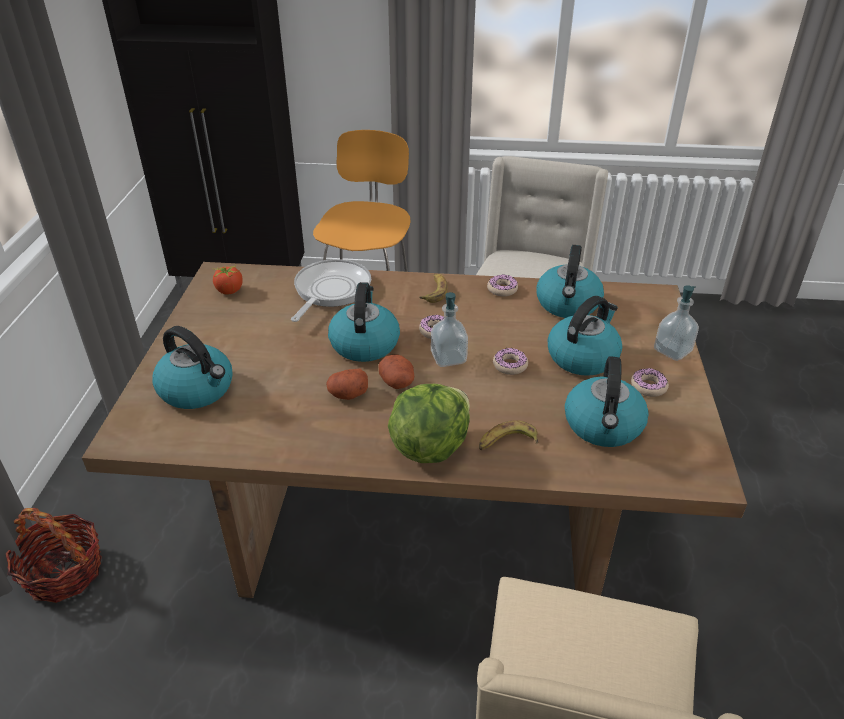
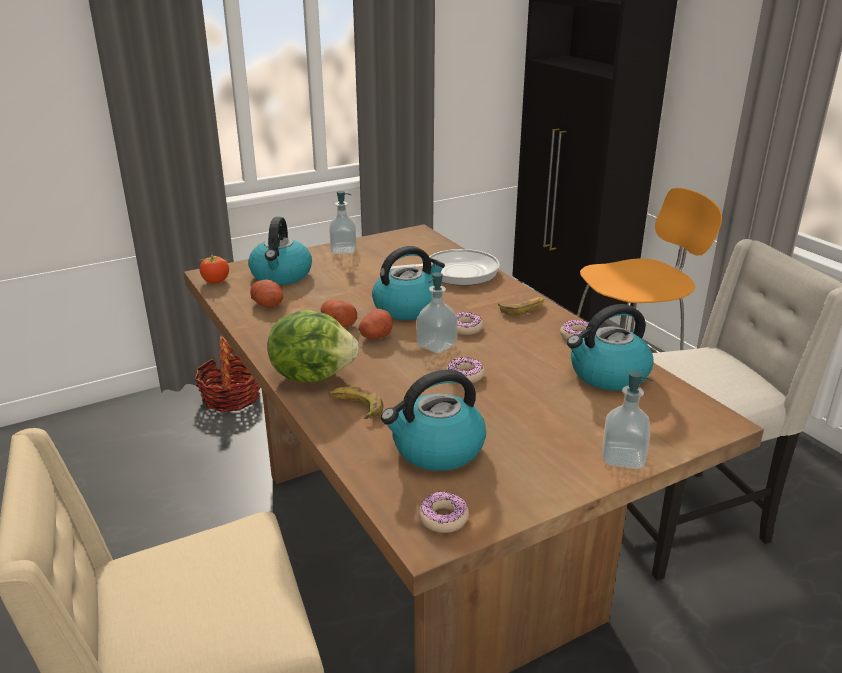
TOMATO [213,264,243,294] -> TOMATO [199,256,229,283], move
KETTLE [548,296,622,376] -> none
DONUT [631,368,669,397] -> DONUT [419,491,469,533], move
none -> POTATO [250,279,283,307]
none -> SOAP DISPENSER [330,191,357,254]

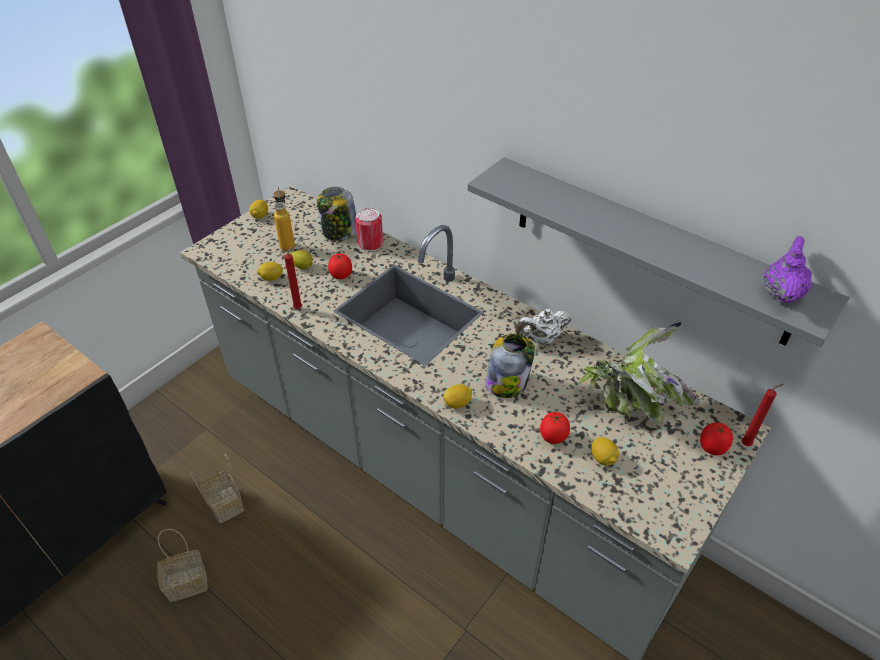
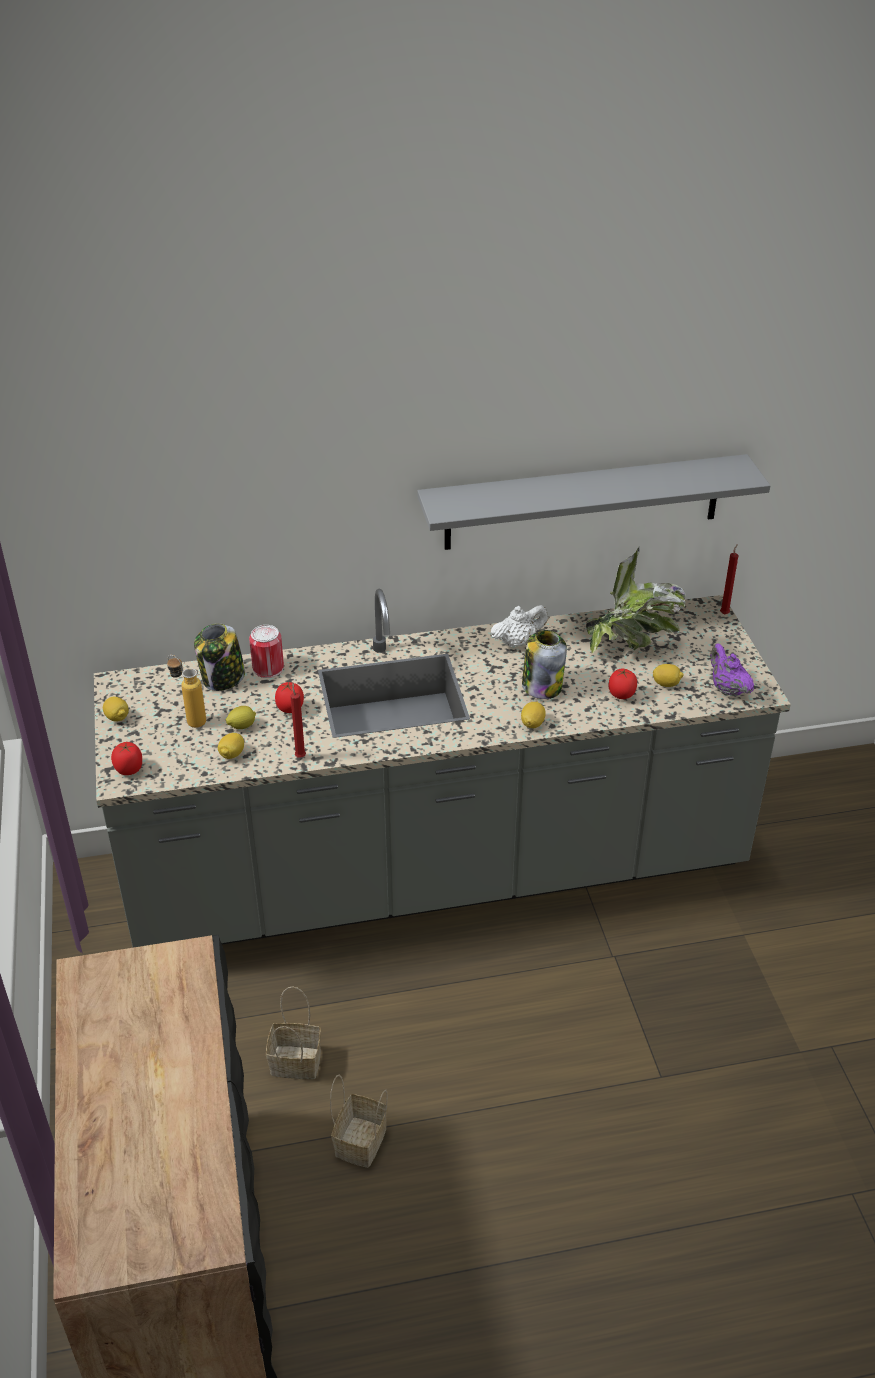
WHITE TEAPOT [515,309,571,345] -> WHITE TEAPOT [491,605,548,648], 135 degrees counterclockwise
TOMATO [700,423,733,455] -> TOMATO [111,742,142,775], move
PURPLE TEAPOT [763,236,812,303] -> PURPLE TEAPOT [710,643,754,697], move

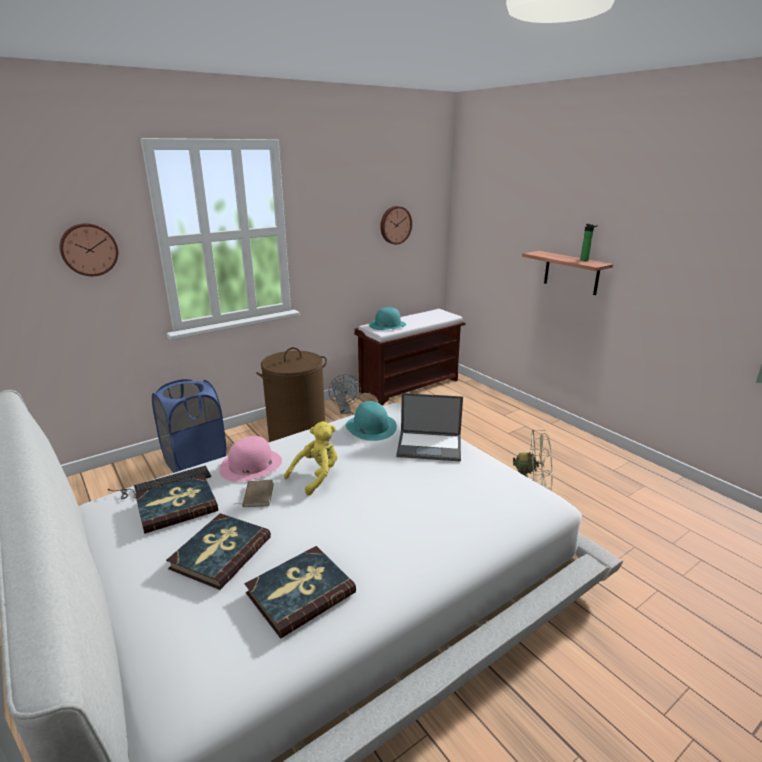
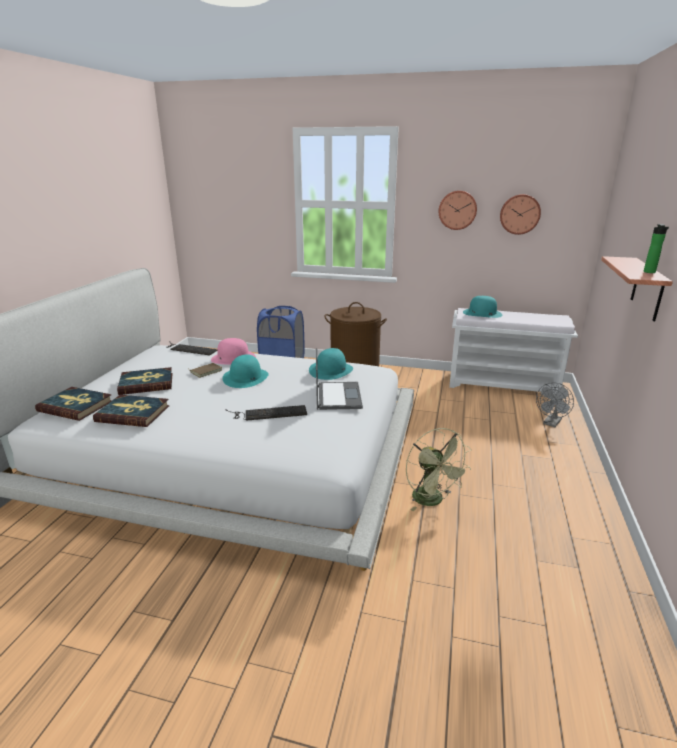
WALL CLOCK [60,223,118,276] -> WALL CLOCK [439,190,477,230], move
BOOK [135,475,218,534] -> BOOK [35,387,112,421], move
YELLOW PLUSH TOY [284,421,337,496] -> TURQUOISE HAT [222,354,269,388]
GREY FAN [329,374,361,414] -> GREY FAN [536,383,574,427], move
BROWN BENCH [354,309,466,405] -> WHITE BENCH [449,308,578,396]
LAPTOP [396,393,463,462] -> LAPTOP [316,348,363,410], 150 degrees counterclockwise
none -> KEYBOARD [226,405,307,421]

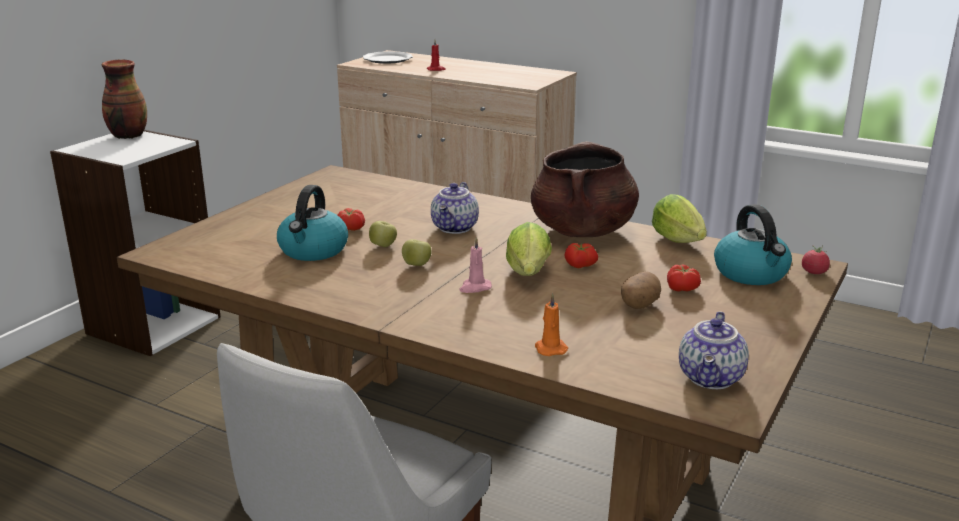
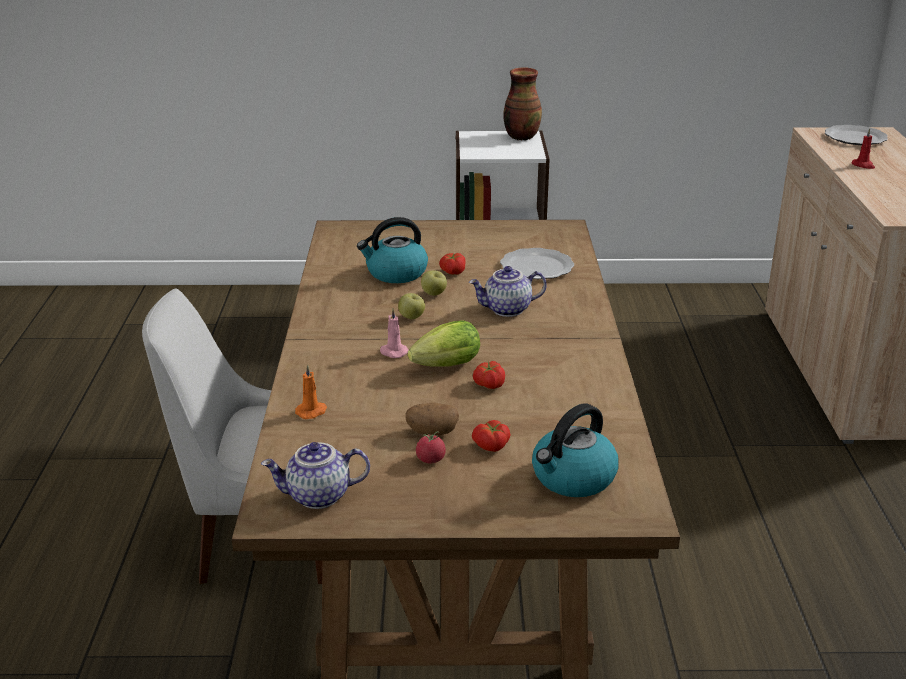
BROWN COOKING POT [531,141,639,237] -> none
LETTUCE [652,194,707,243] -> none
TOMATO [802,246,830,274] -> TOMATO [416,431,446,463], move
none -> PLATE [500,248,574,279]

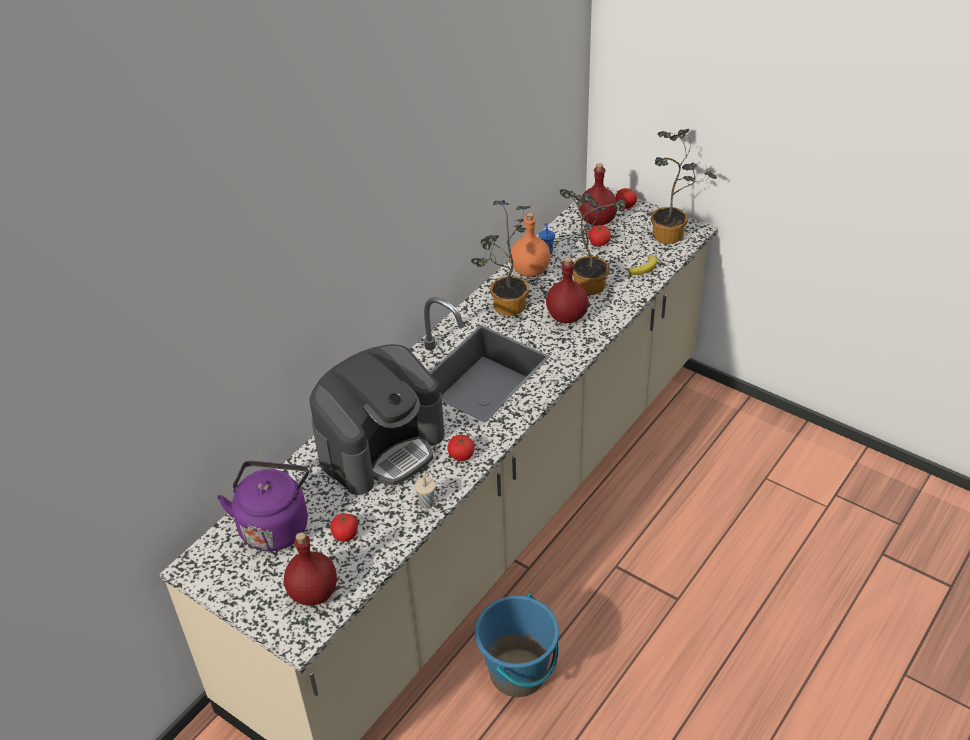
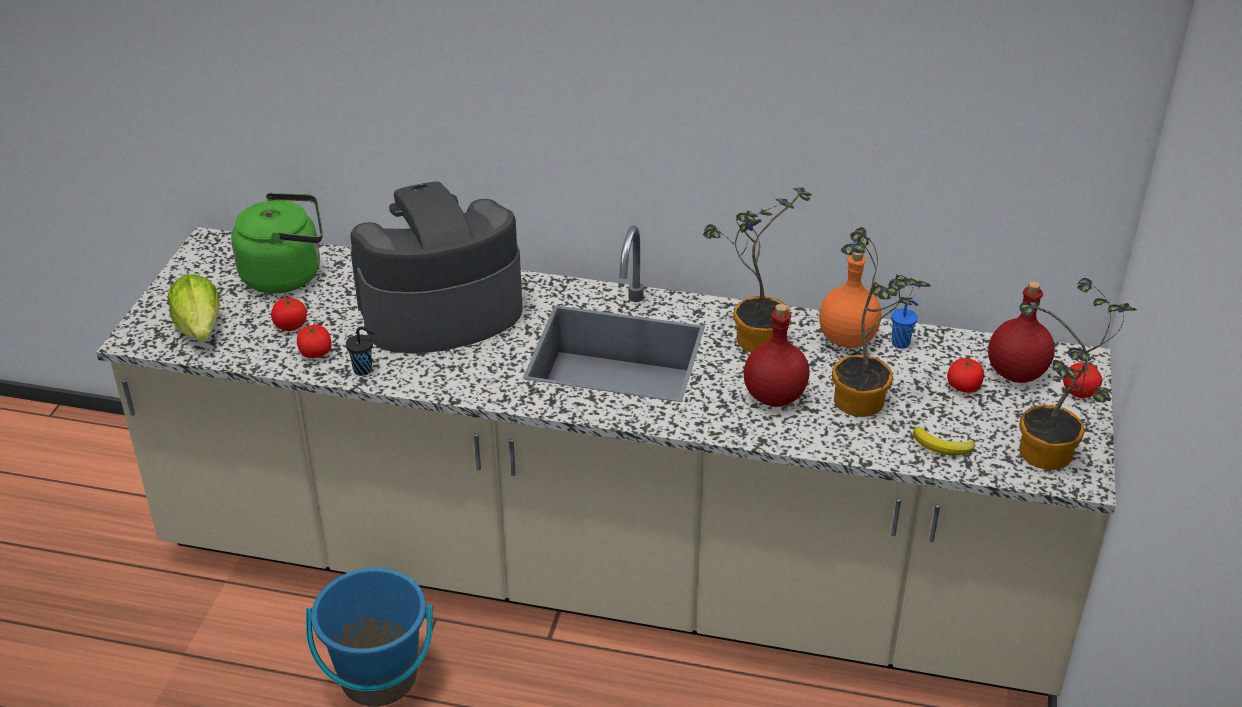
PURPLE KETTLE [217,461,309,552] -> GREEN KETTLE [231,193,323,294]
RED BOTTLE [284,532,337,606] -> LETTUCE [168,274,220,342]
COFFEE MACHINE [309,344,445,495] -> COFFEE MACHINE [350,182,523,353], 135 degrees clockwise
BEIGE CUP [415,471,436,509] -> BLACK CUP [346,326,375,376]
TOMATO [447,435,475,461] -> TOMATO [297,325,332,358], move

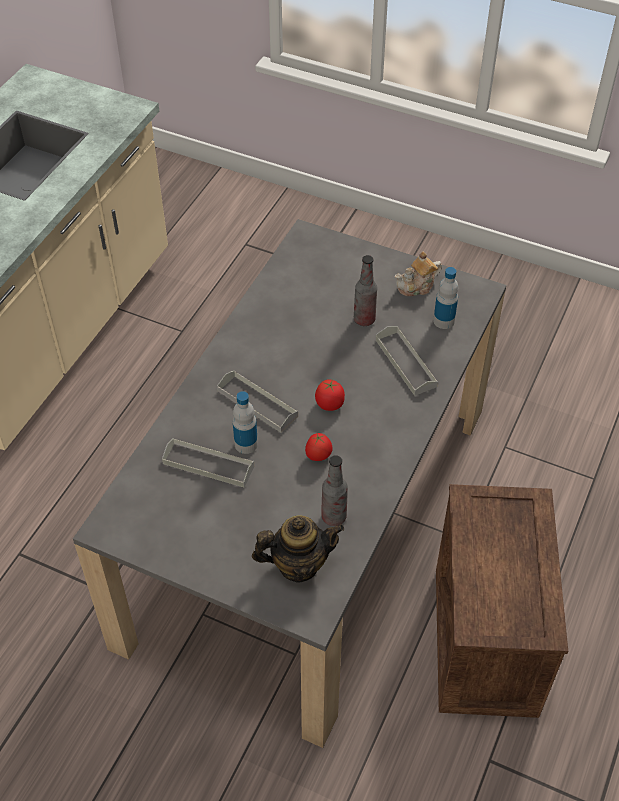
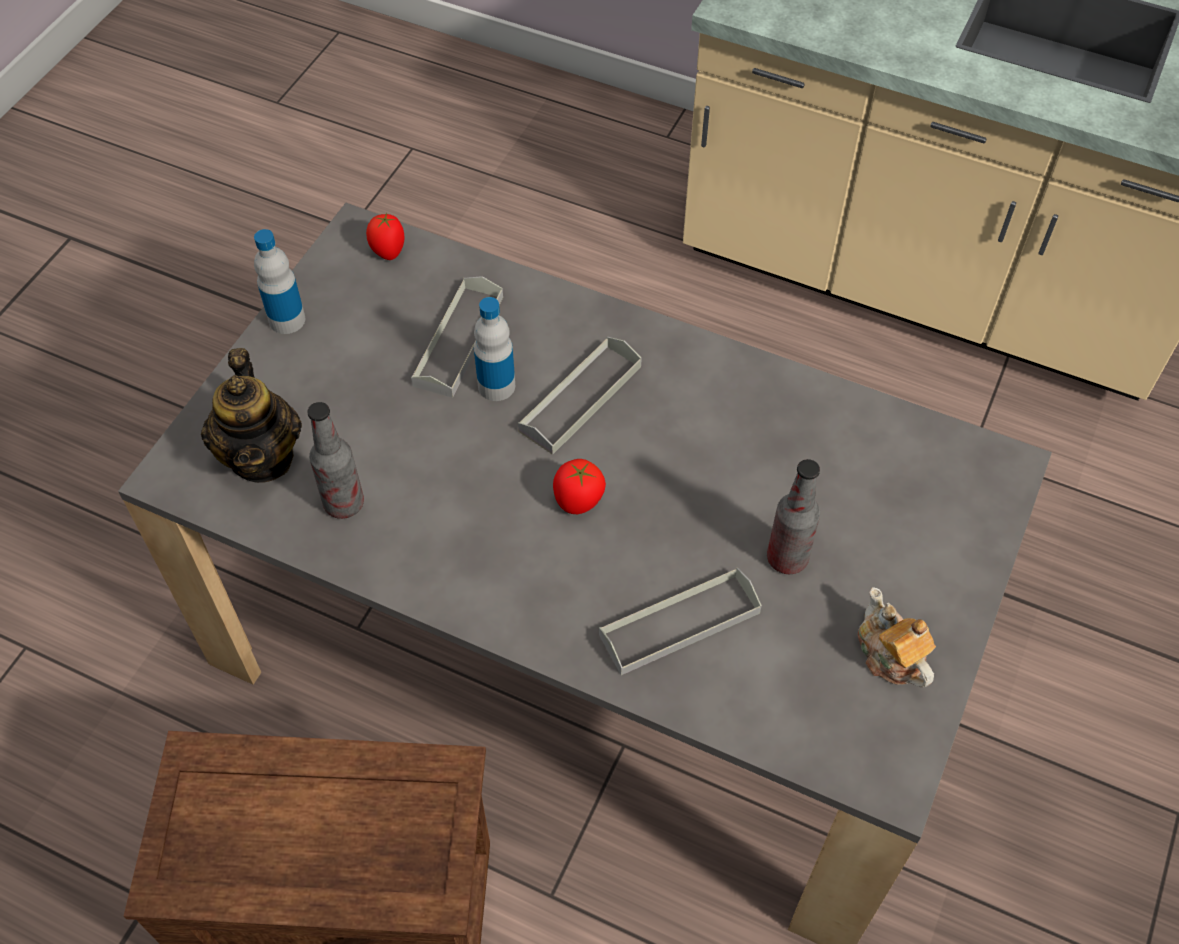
TOMATO [305,433,332,461] -> TOMATO [366,213,405,260], move
BOTTLE [433,267,459,329] -> BOTTLE [254,229,305,334], move

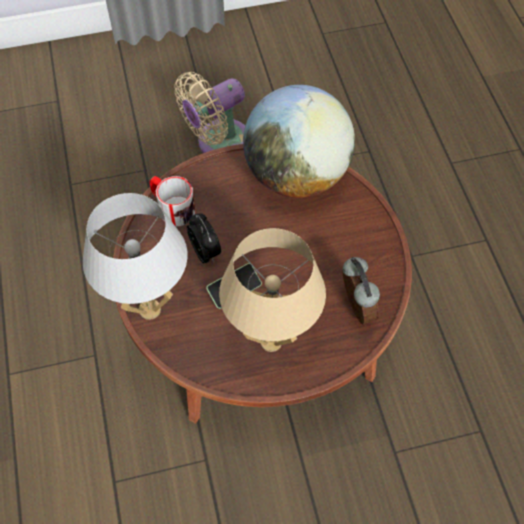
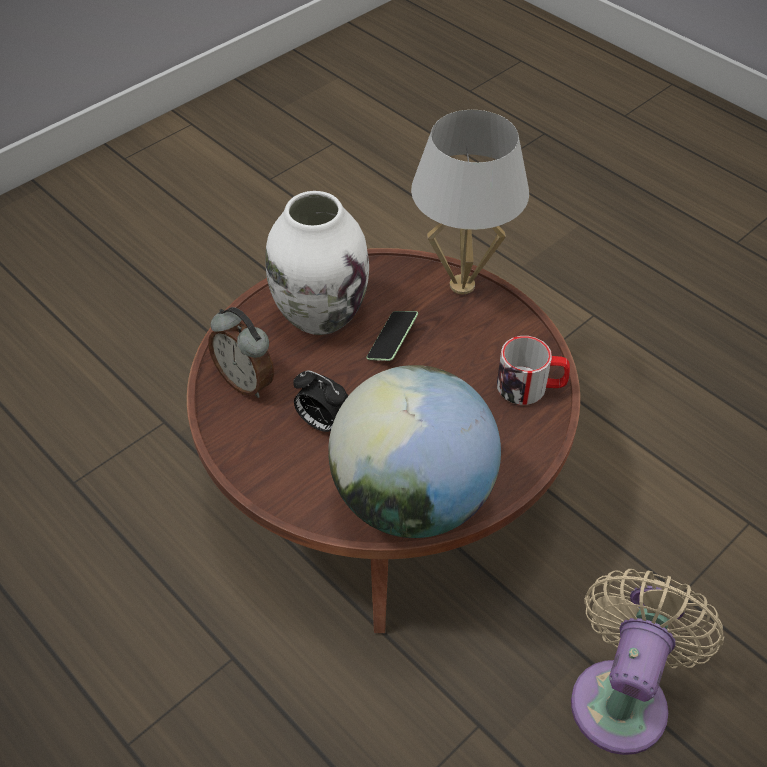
ALARM CLOCK [187,214,221,264] -> ALARM CLOCK [293,370,348,432], move
BEIGE TABLE LAMP [219,228,326,352] -> WHITE VASE [265,191,369,335]

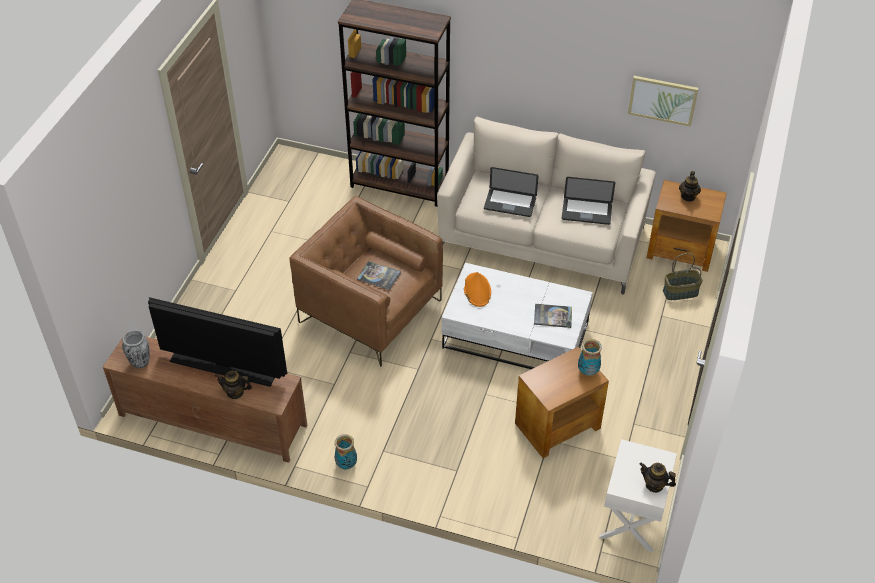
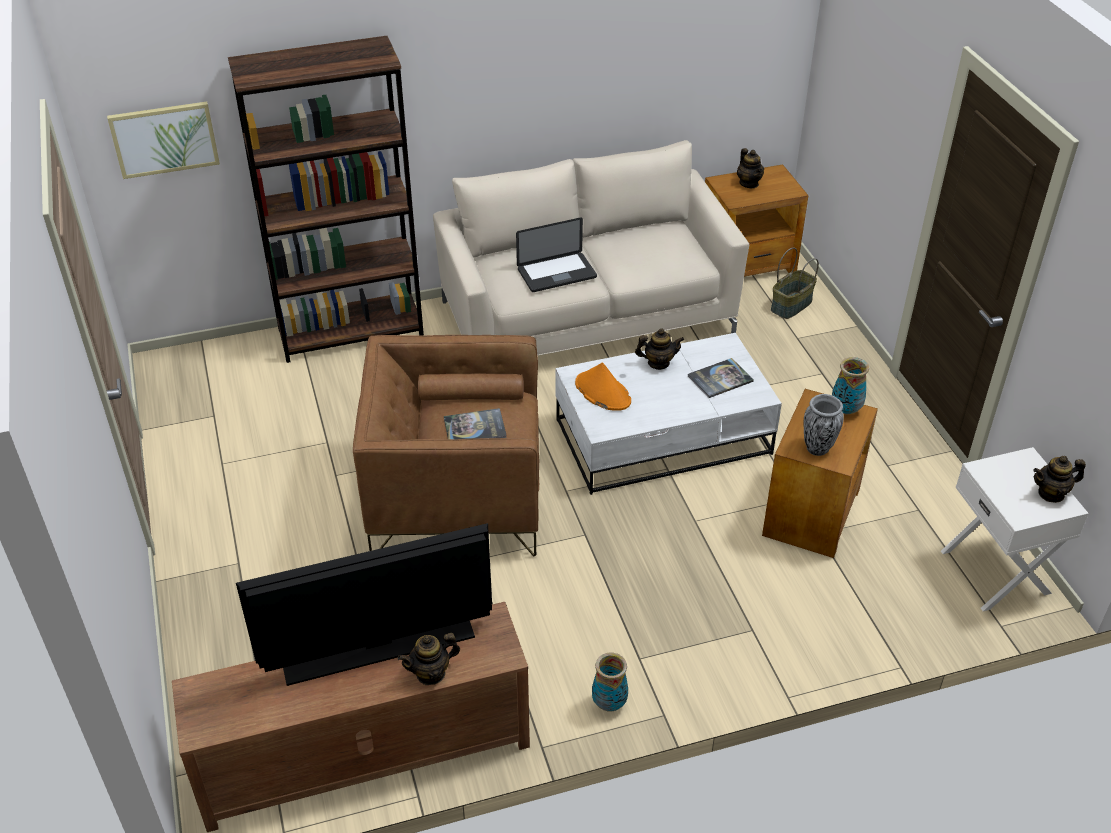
VASE [122,330,150,368] -> VASE [804,394,844,456], move
LAPTOP [562,177,615,225] -> none
PICTURE [628,76,698,126] -> PICTURE [107,102,220,179], move
none -> TEAPOT [635,329,684,370]

